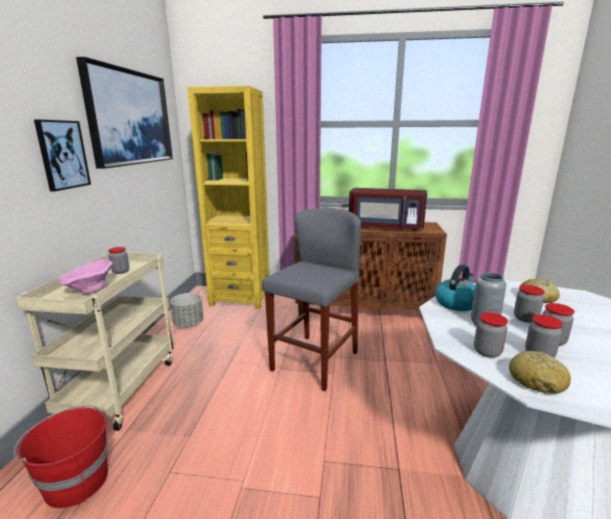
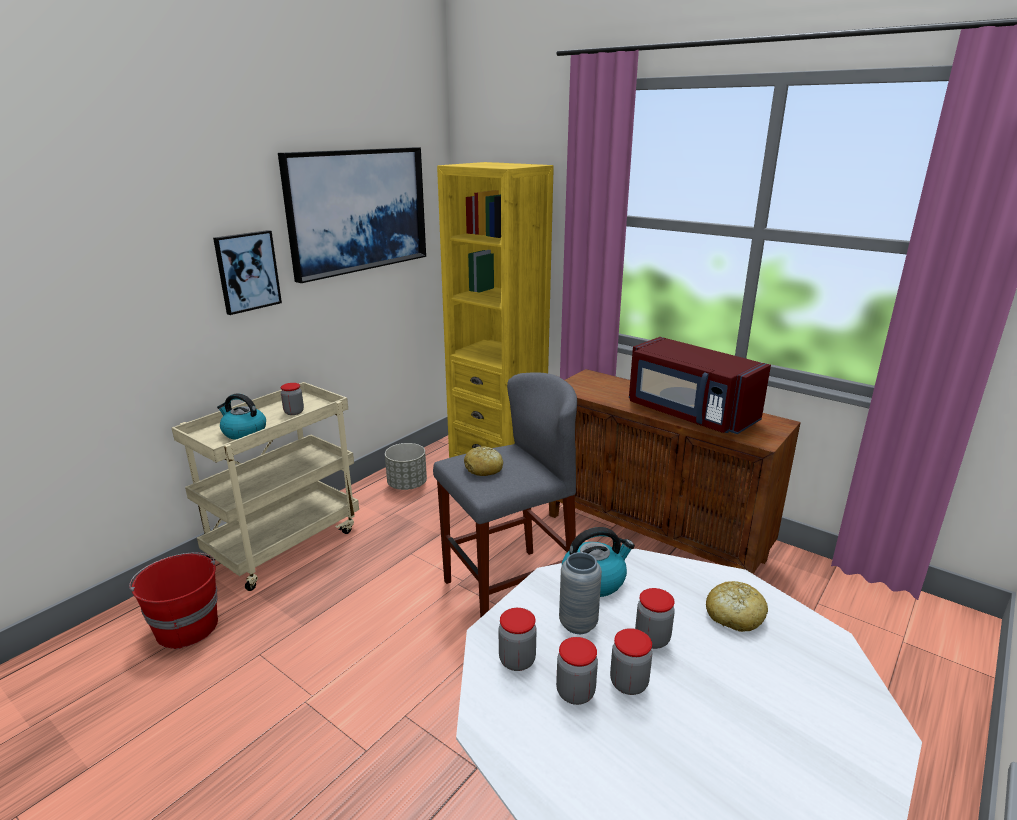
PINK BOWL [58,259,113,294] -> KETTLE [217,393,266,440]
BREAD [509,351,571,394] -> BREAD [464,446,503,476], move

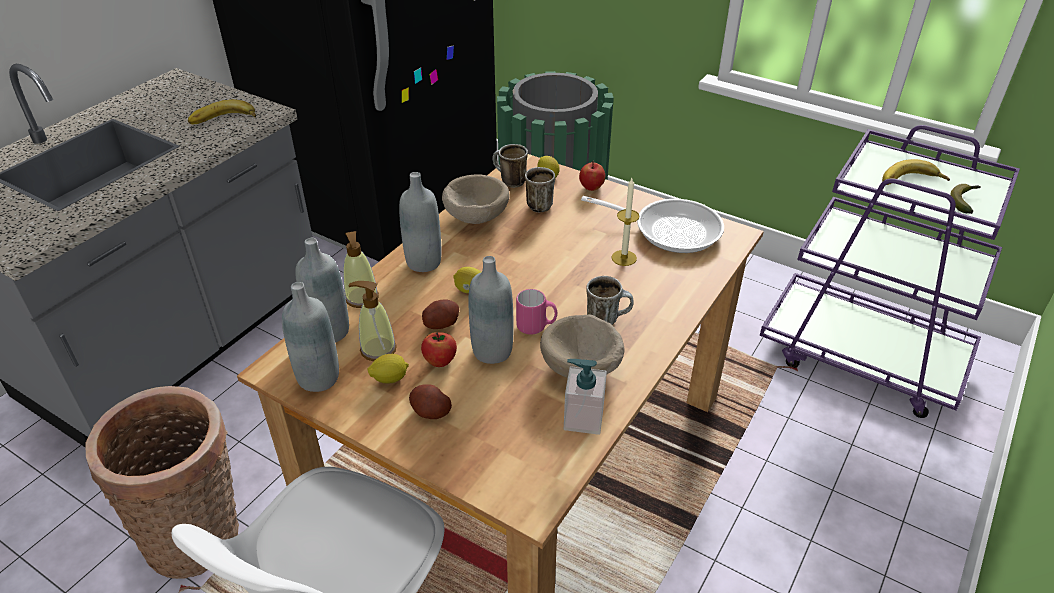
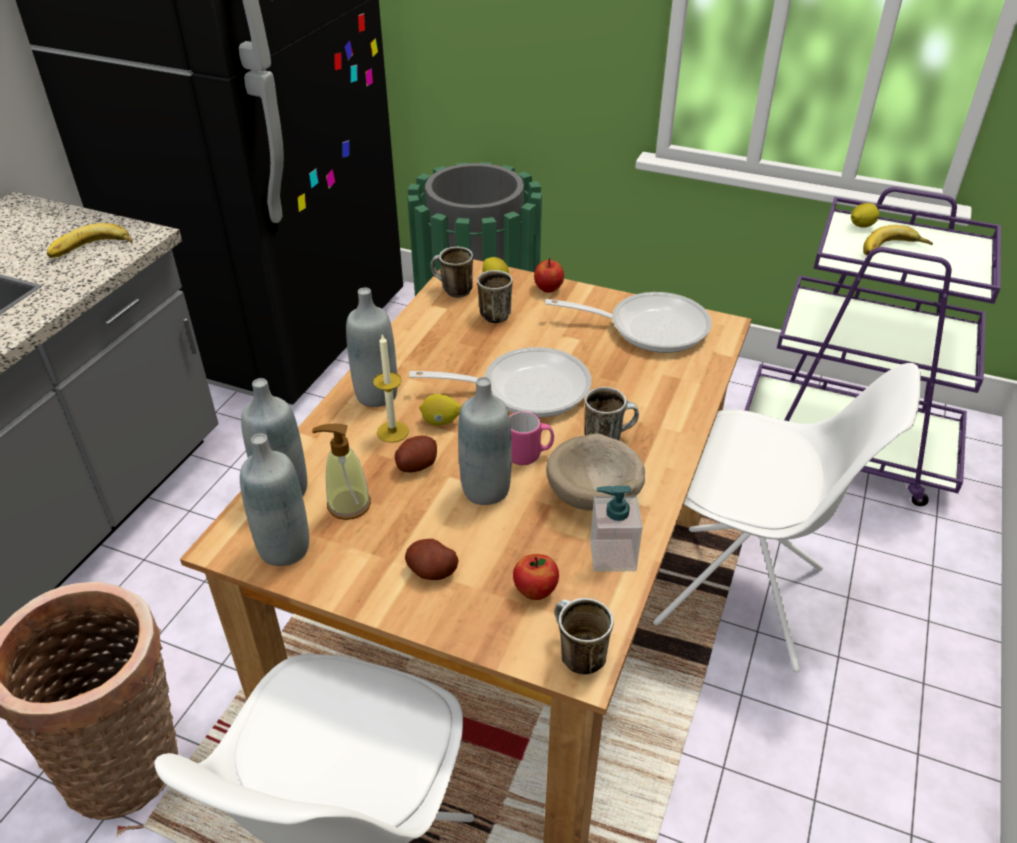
SOAP DISPENSER [343,231,379,308] -> none
LEMON [367,354,409,384] -> LEMON [851,203,879,228], move
APPLE [421,332,457,367] -> APPLE [513,554,559,600], move
BEIGE BOWL [442,175,510,224] -> none
CANDLE [611,178,640,266] -> CANDLE [373,334,409,443], move
BANANA [950,184,981,214] -> none
none -> FRYING PAN [409,347,592,418]
none -> MUG [555,598,614,675]
none -> WHITE CHAIR [653,363,921,673]

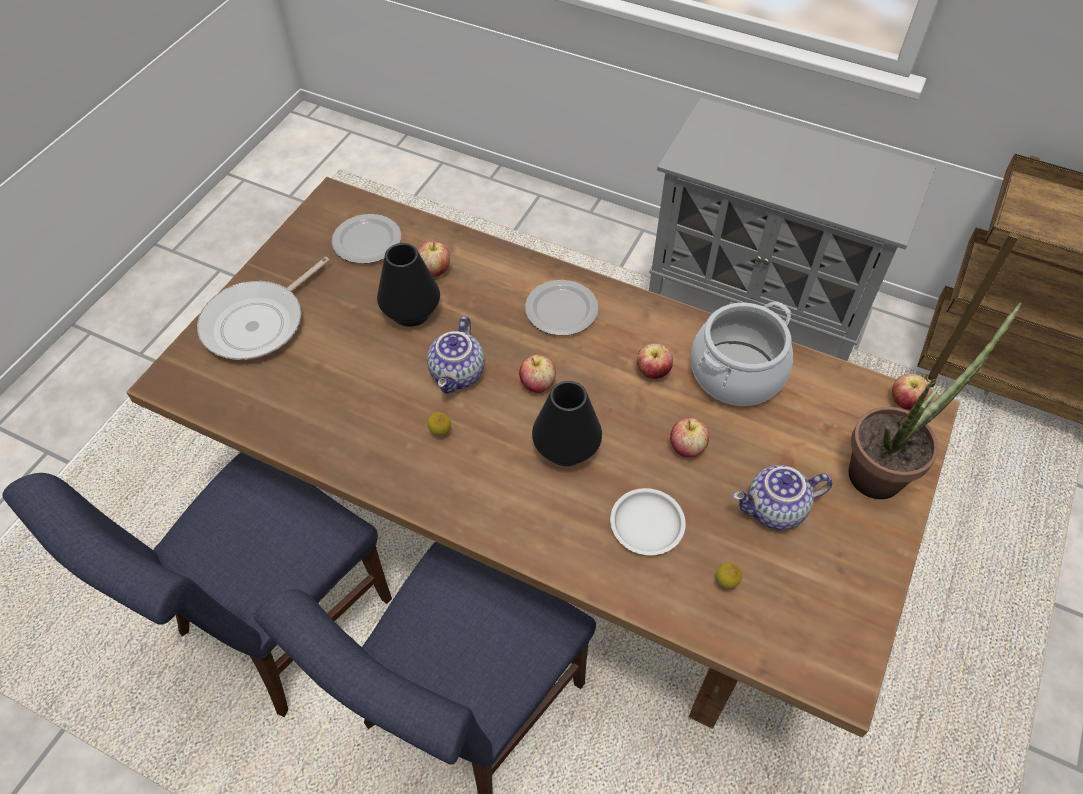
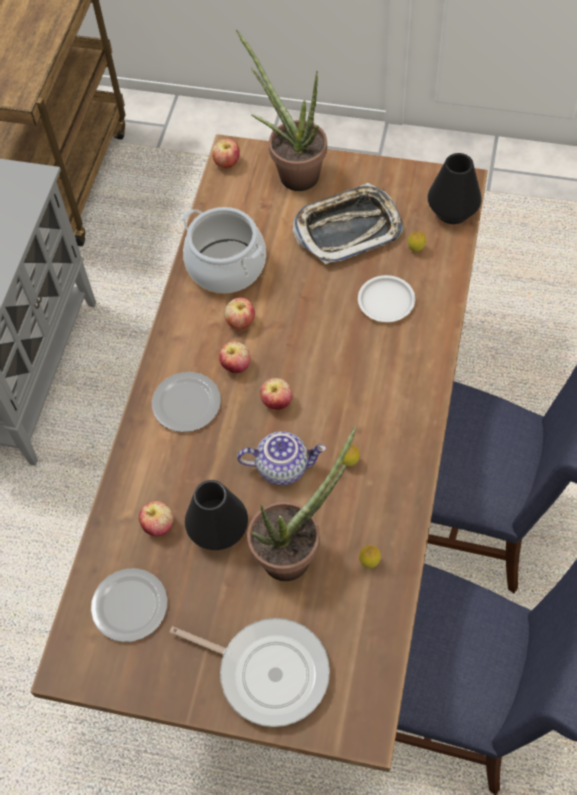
BLACK VASE [532,381,602,466] -> BLACK VASE [428,153,482,224], move
APPLE [670,418,709,458] -> APPLE [219,341,250,373], move
TEAPOT [733,465,832,530] -> TRAY [293,183,404,264]
none -> POTTED PLANT [247,425,357,581]
none -> LEMON [359,545,381,568]

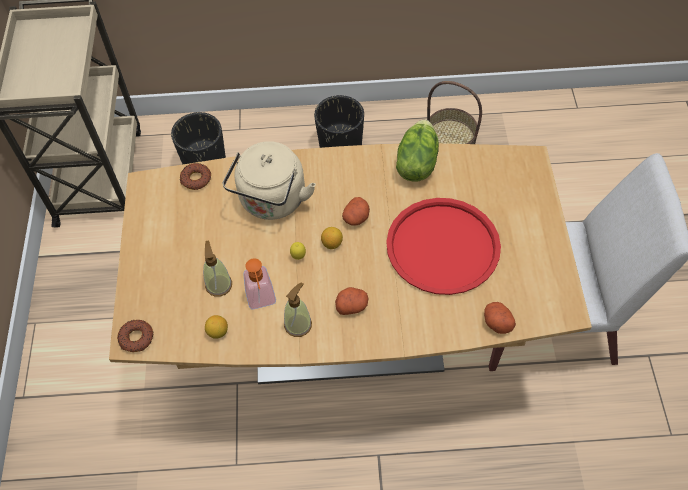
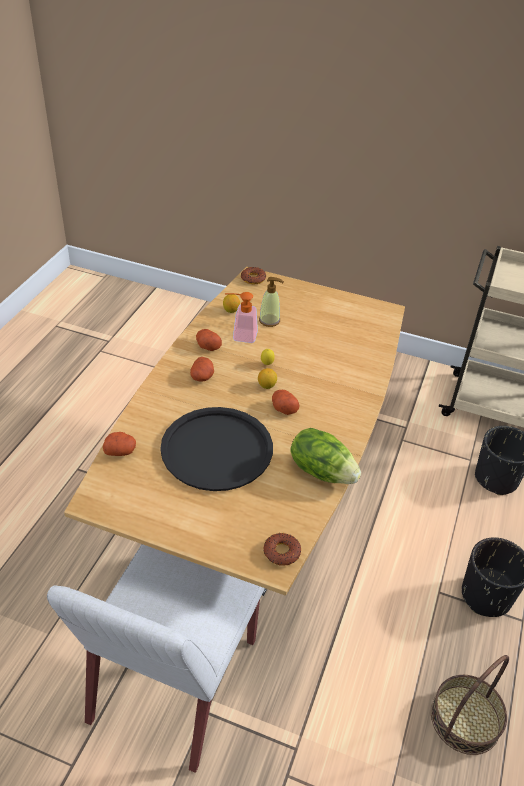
DONUT [180,163,211,190] -> DONUT [263,533,301,566], move
BEIGE KETTLE [223,141,316,220] -> none
SOAP DISPENSER [284,283,312,337] -> POTATO [196,329,222,351]
RED TRAY [386,198,501,295] -> BLACK TRAY [160,407,273,491]

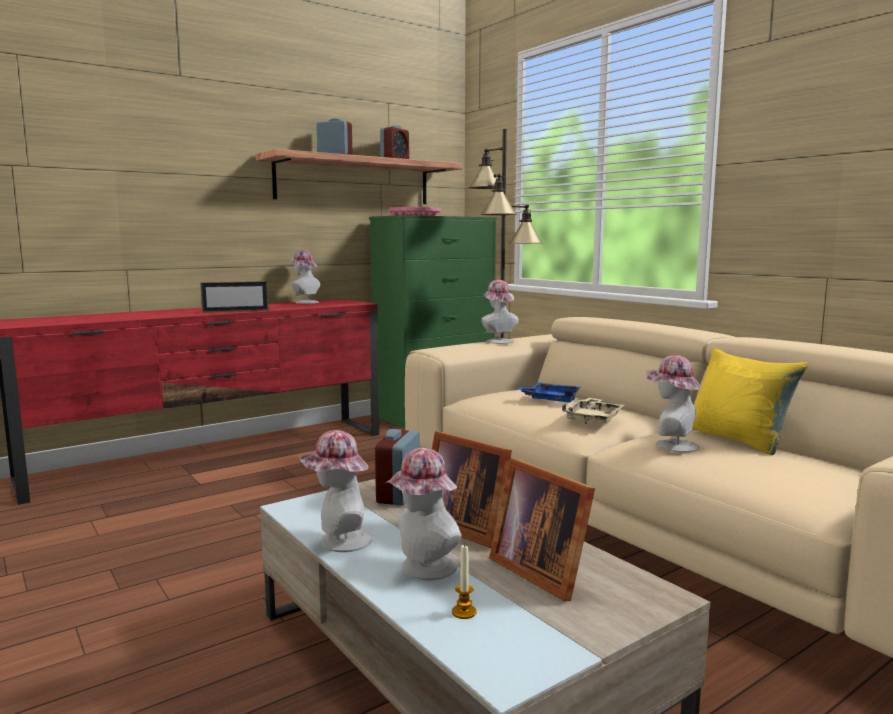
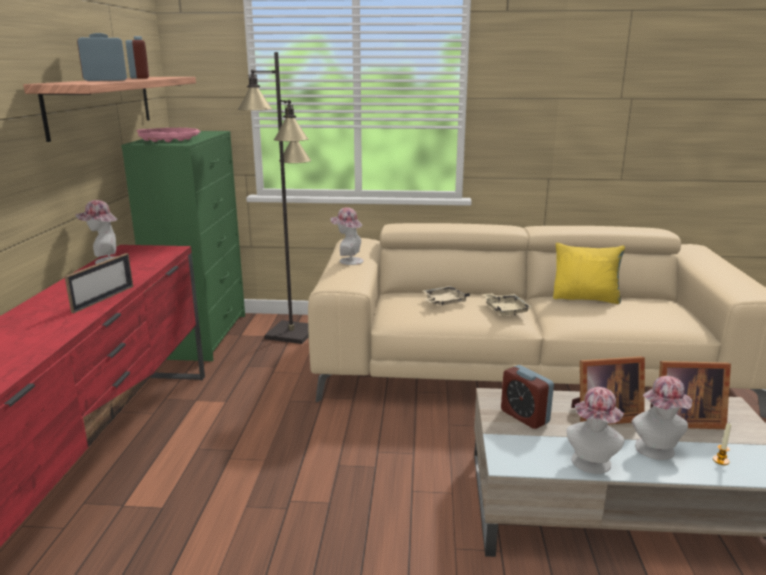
BLUE TRAY [517,382,580,403] -> BEIGE TRAY [423,286,470,306]
HAT [645,355,701,453] -> none

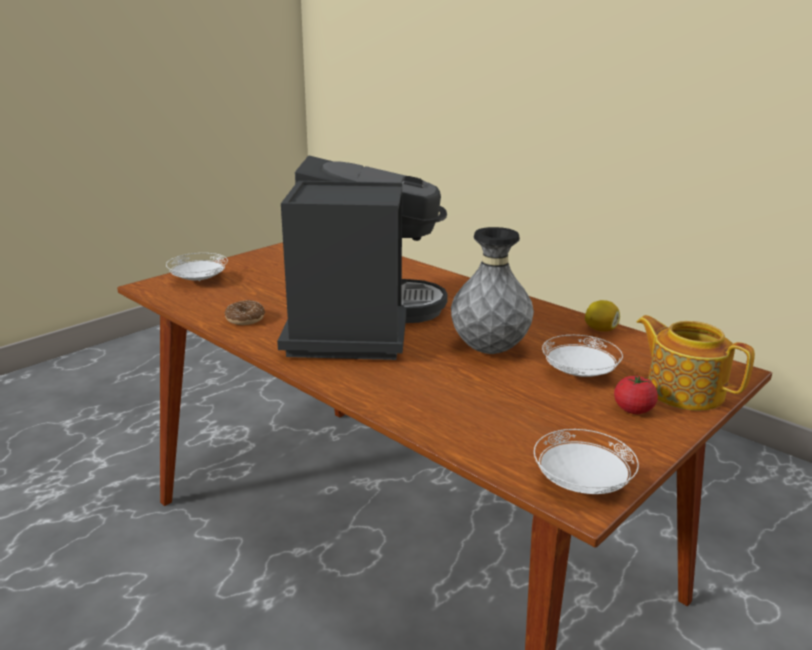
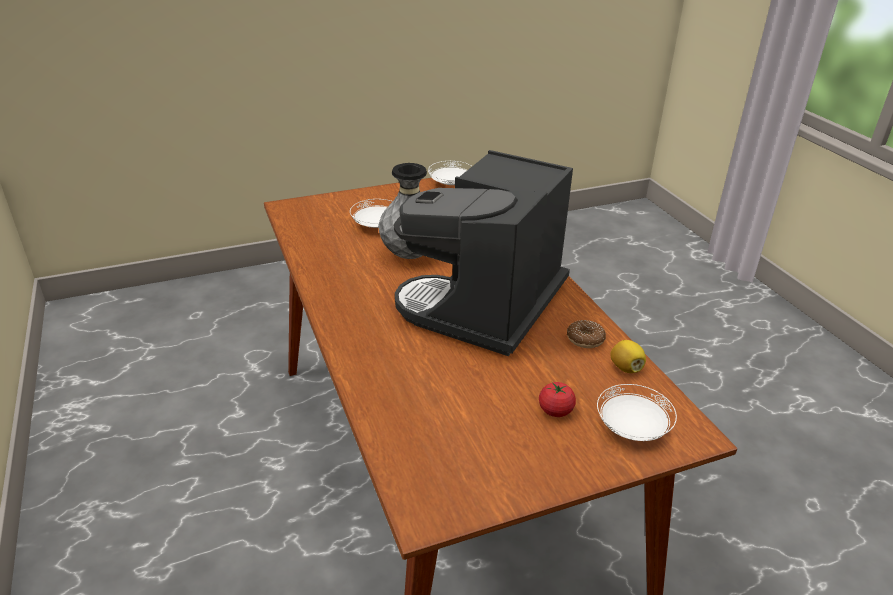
LEMON [585,300,620,332] -> LEMON [610,340,646,373], move
TOMATO [614,375,658,414] -> TOMATO [539,382,576,417], move
TEAPOT [637,315,755,410] -> none

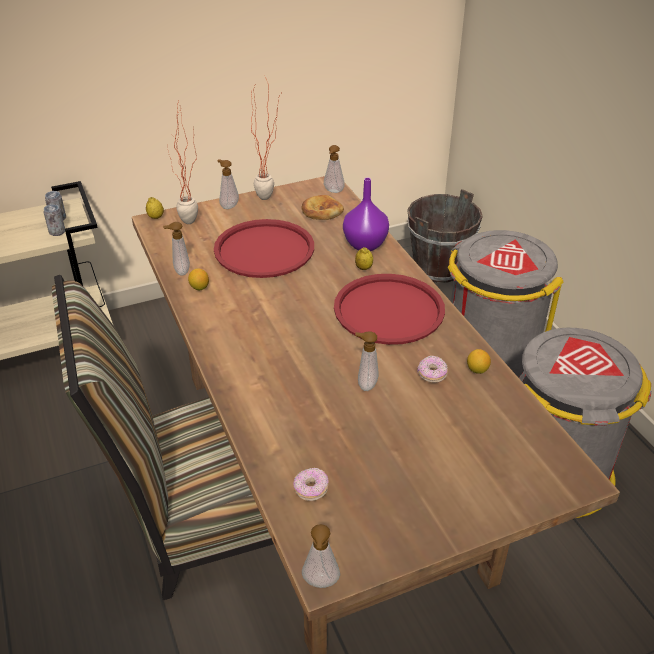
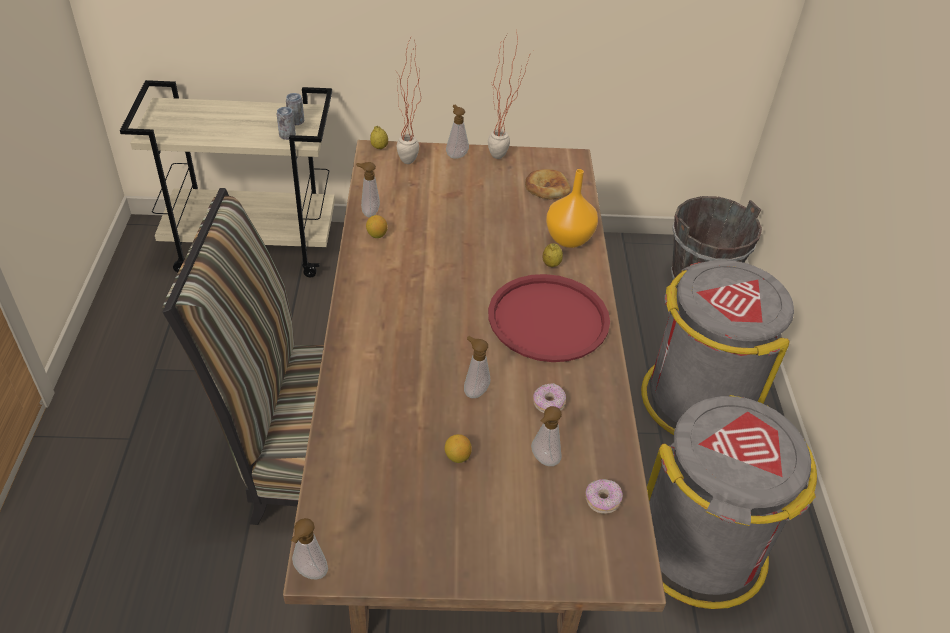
RED TRAY [214,219,314,278] -> none
DONUT [293,468,329,501] -> DONUT [586,479,623,514], move
SOAP DISPENSER [324,145,345,193] -> SOAP DISPENSER [531,406,562,466], move
PURPLE VASE [343,178,389,251] -> ORANGE VASE [546,169,598,248]
LEMON [467,349,491,374] -> LEMON [445,434,472,463], move

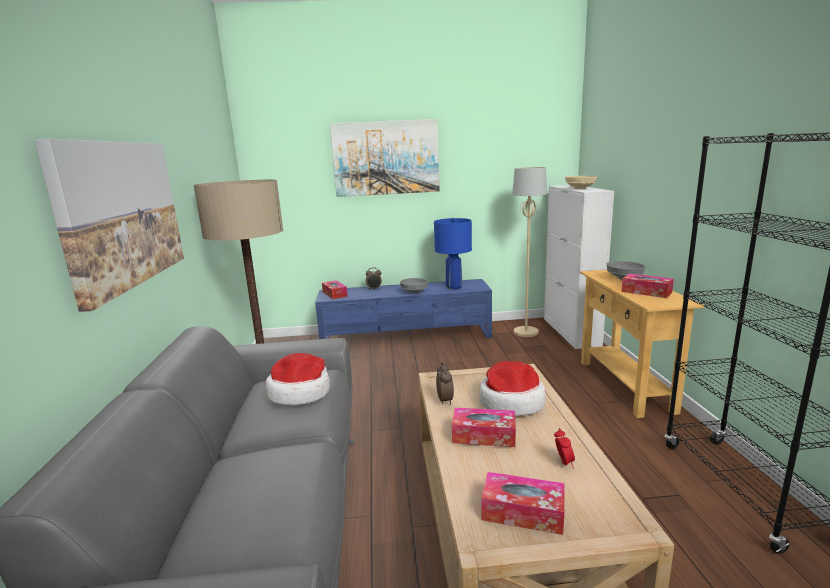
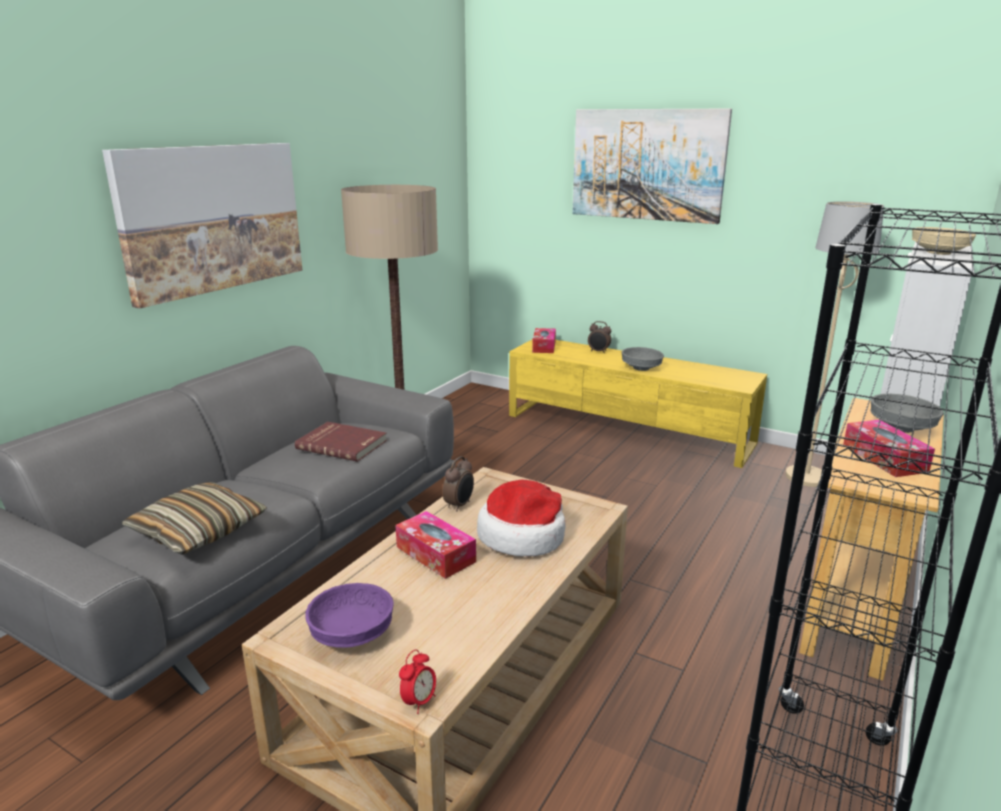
HAT [265,353,330,405] -> RED BOOK [295,422,387,462]
BLUE TV STAND [315,279,492,339] -> YELLOW TV STAND [509,339,767,468]
BLUE TABLE LAMP [434,218,472,290] -> none
TISSUE BOX [482,472,565,535] -> PURPLE BOWL [305,583,394,648]
ALARM CLOCK [554,428,575,468] -> ALARM CLOCK [399,649,436,714], move
none -> PILLOW [122,482,267,555]

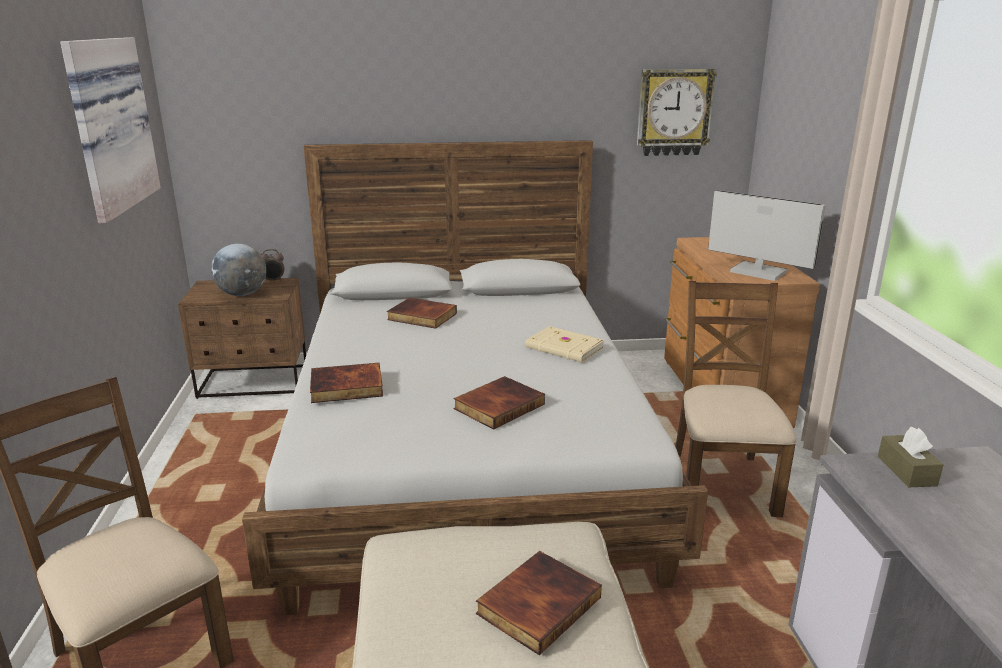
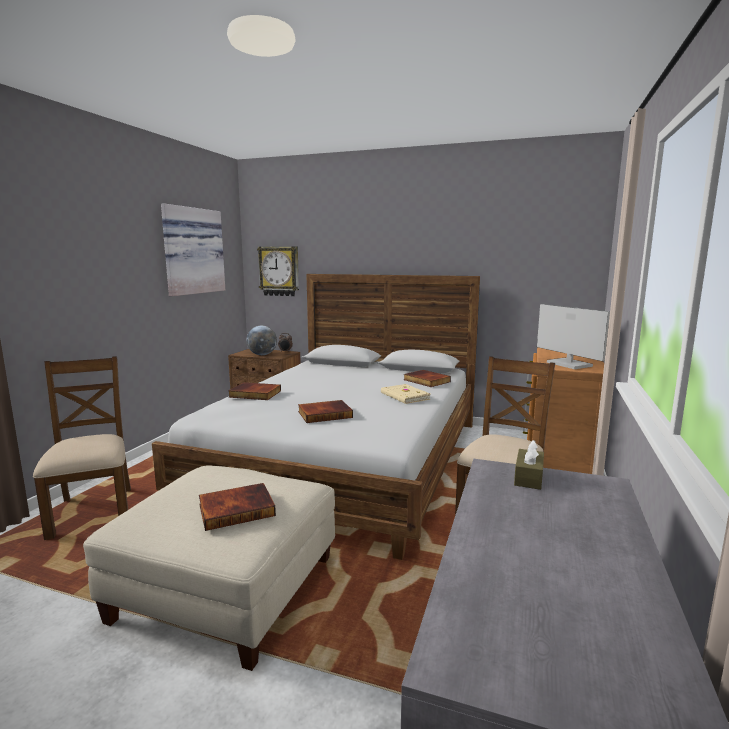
BOOK [387,298,457,329] -> BOOK [404,370,451,387], move
WALL CLOCK [637,69,717,156] -> WALL CLOCK [257,246,299,296], move

